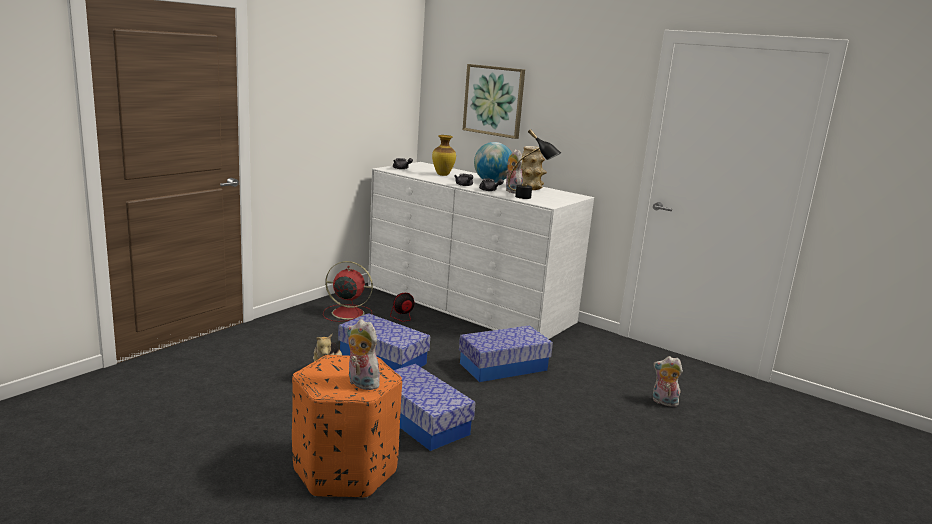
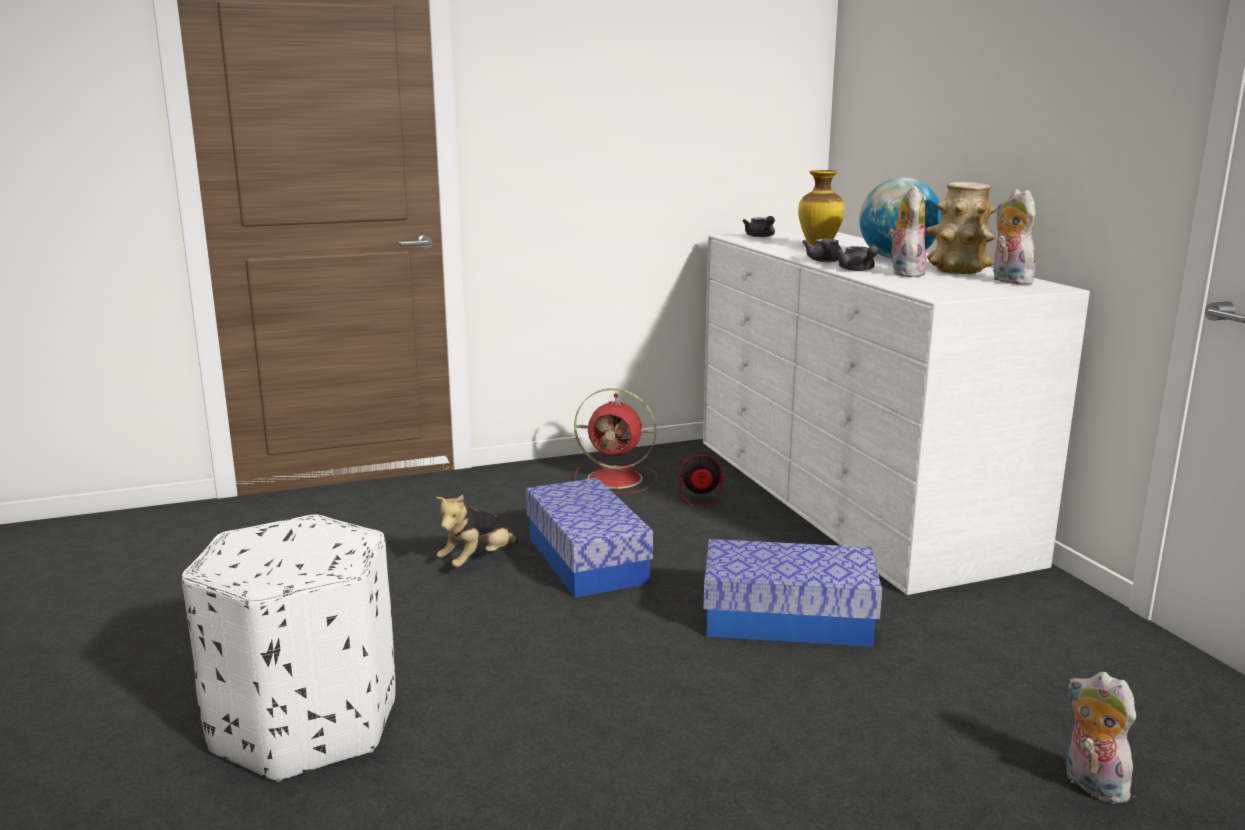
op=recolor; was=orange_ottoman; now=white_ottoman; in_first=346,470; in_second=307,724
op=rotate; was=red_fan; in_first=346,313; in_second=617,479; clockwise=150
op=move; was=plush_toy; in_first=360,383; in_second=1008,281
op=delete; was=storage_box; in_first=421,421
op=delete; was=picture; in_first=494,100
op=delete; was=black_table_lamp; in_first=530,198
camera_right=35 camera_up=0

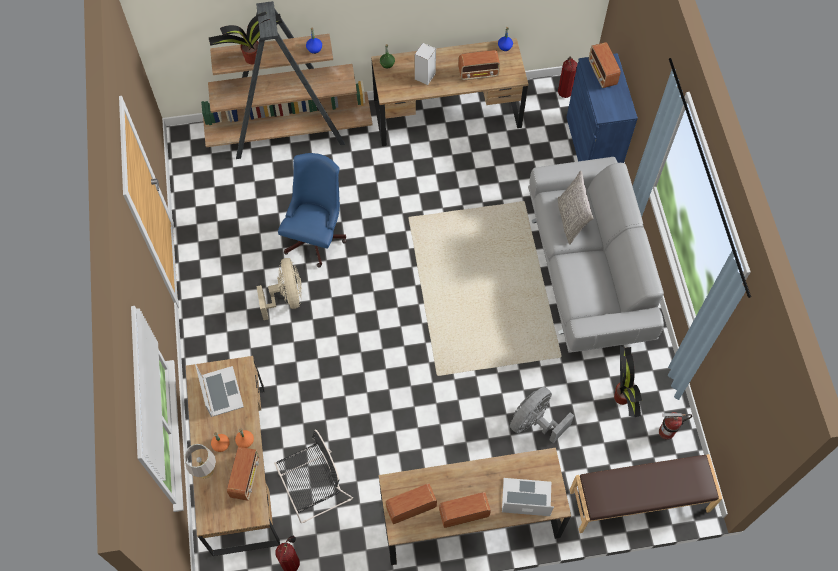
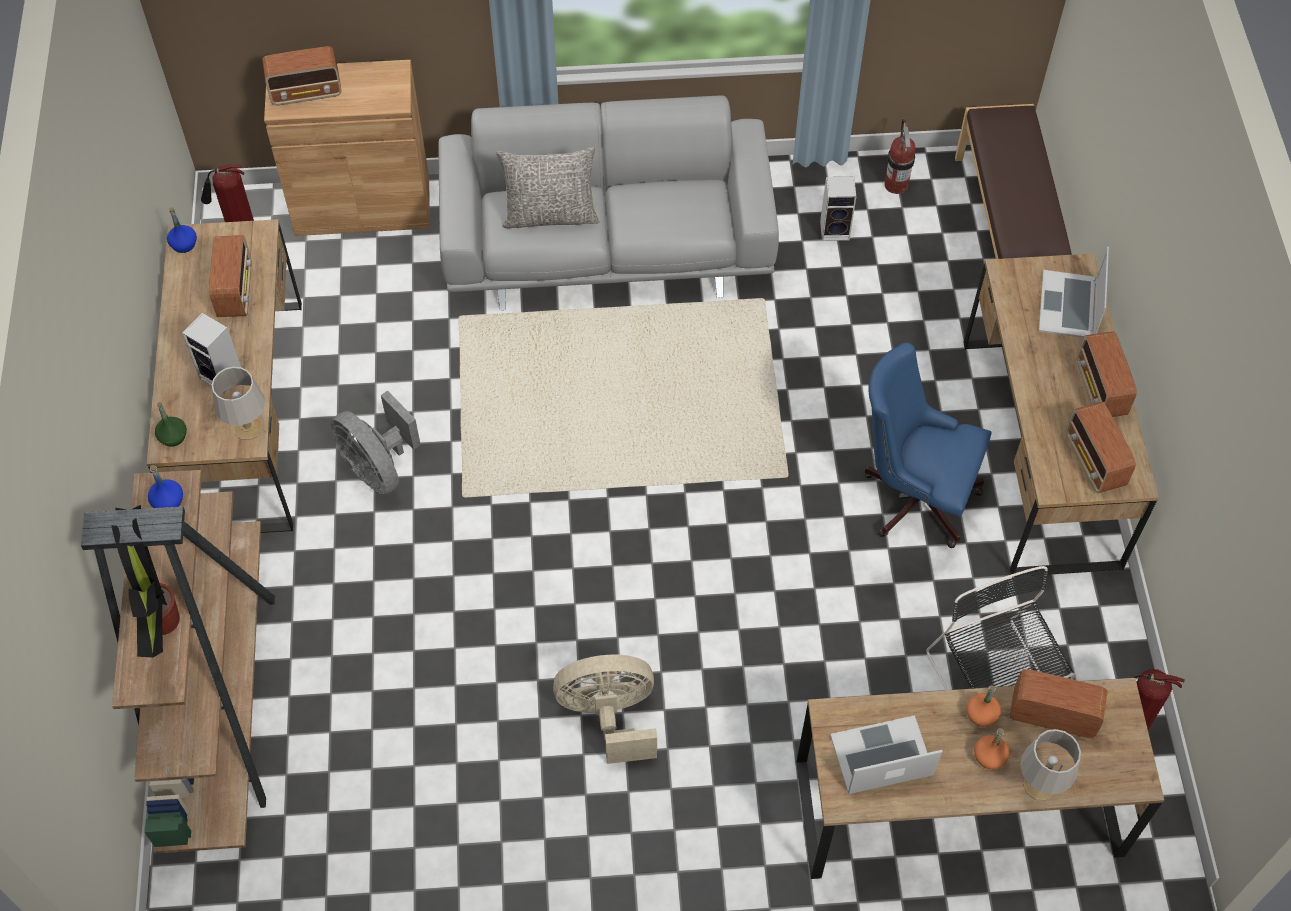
op=move; was=blue_office_chair; in_first=316,235; in_second=913,495
op=move; was=grey_fan; in_first=535,422; in_second=378,468
op=recolor; was=blue_cabinet; now=brown_cabinet; in_first=592,145; in_second=362,206
op=replace; was=potted_plant; now=speaker; in_first=621,396; in_second=836,230
op=insert; now=grey_table_lamp; in_second=248,427
camera_right=-85 camera_up=-5

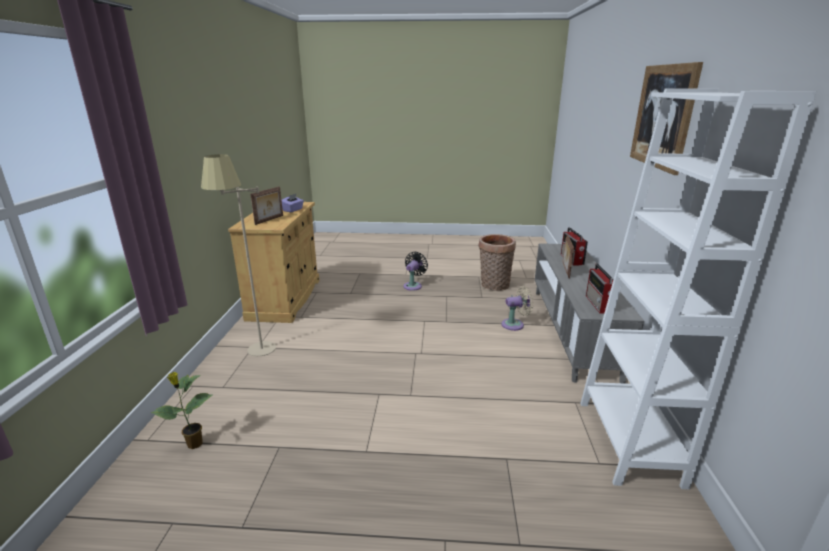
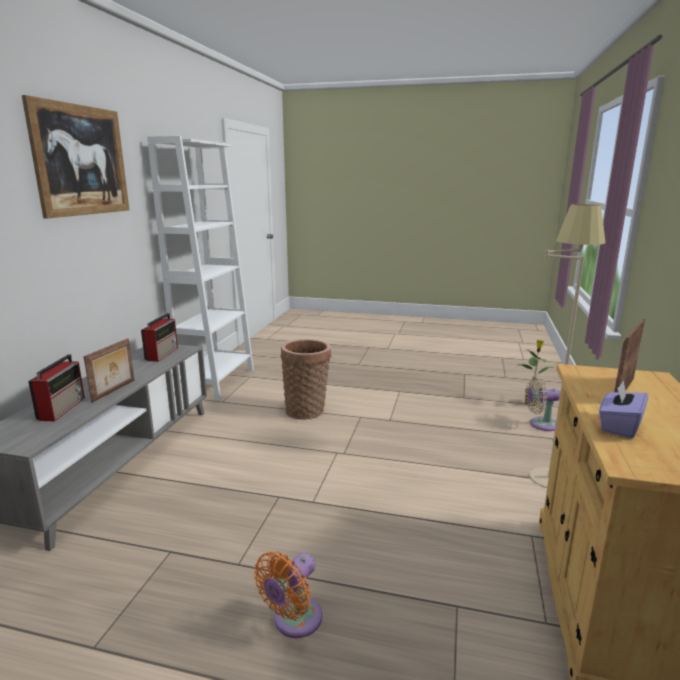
op=recolor; was=black_fan; now=orange_fan; in_first=413,285; in_second=294,621
op=move; was=basket; in_first=494,286; in_second=307,410
op=move; was=beige_fan; in_first=515,324; in_second=540,424
camera_right=-170 camera_up=-5

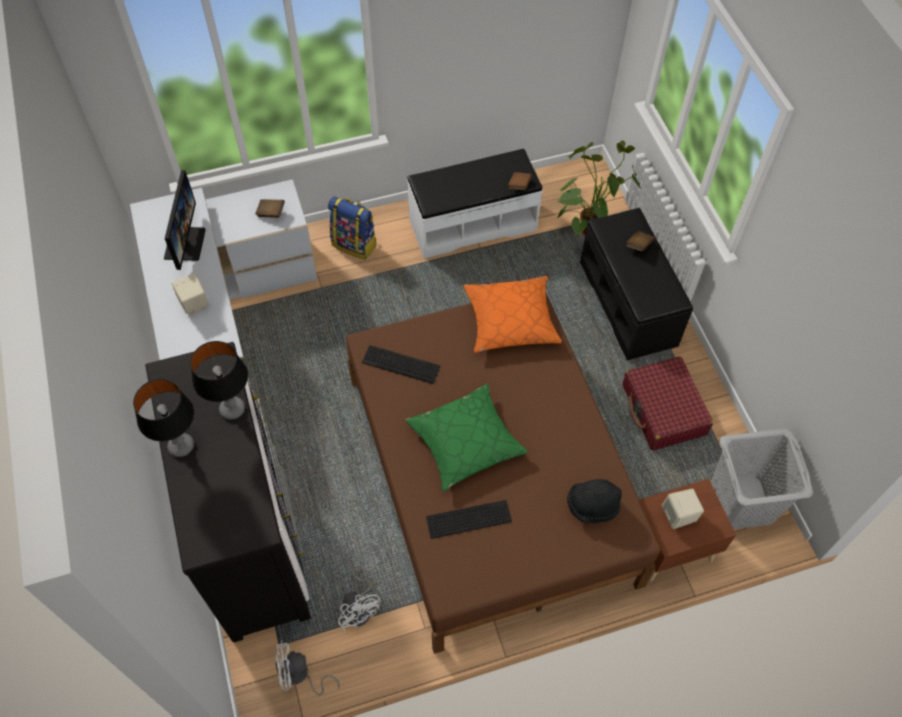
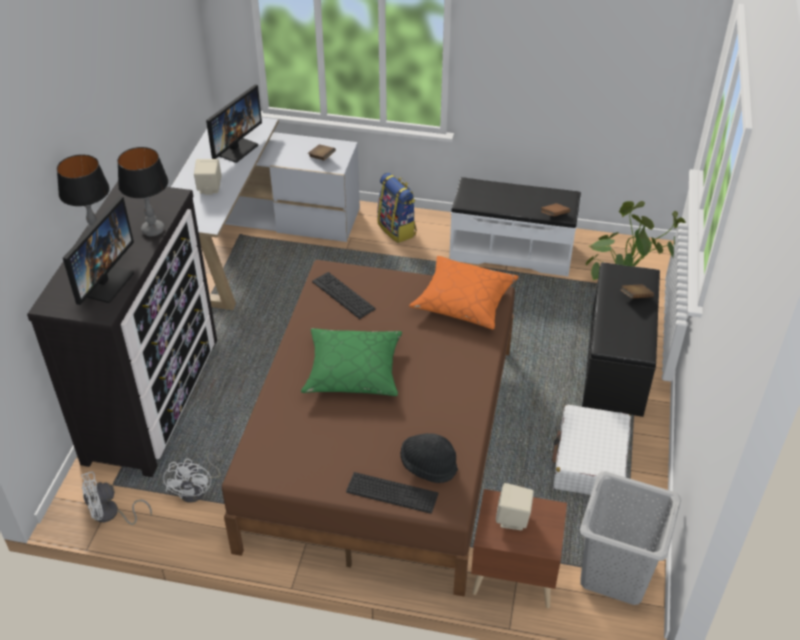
op=rotate; was=white_fan; in_first=299,676; in_second=110,514; clockwise=-45
op=move; was=keyboard; in_first=468,519; in_second=392,493
op=recolor; was=red_suitcase; now=white_suitcase; in_first=663,410; in_second=590,461
op=insert; now=monitor; in_second=104,282
camera_right=30 camera_up=-15

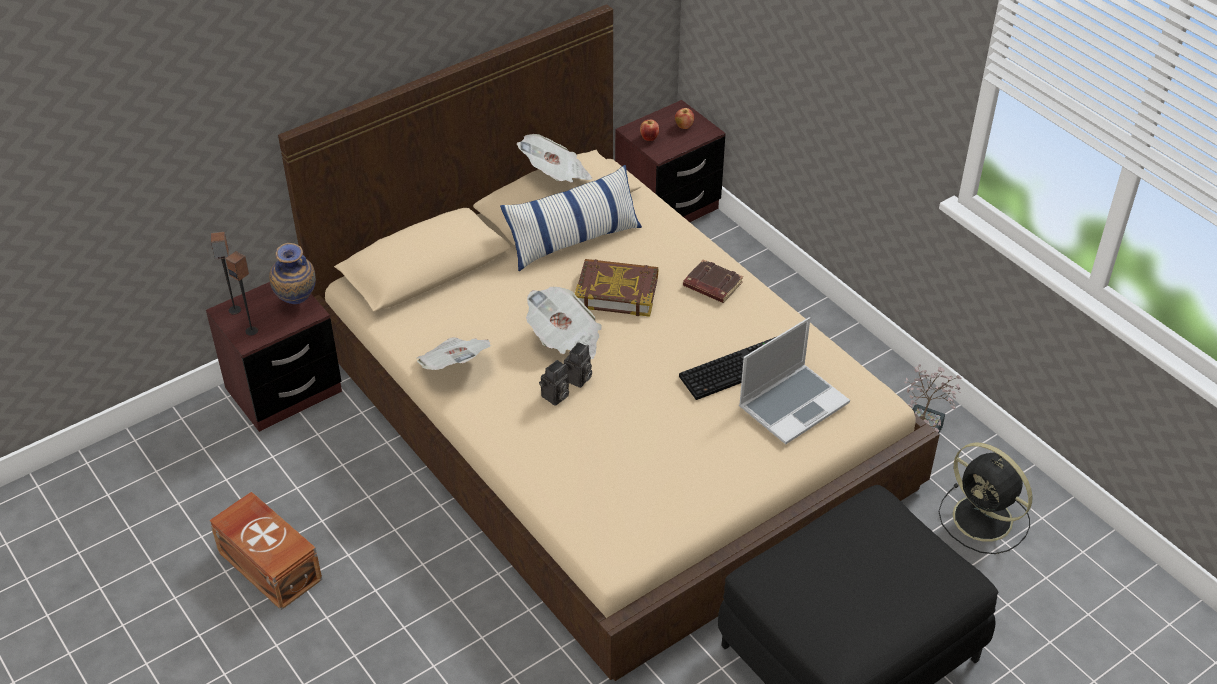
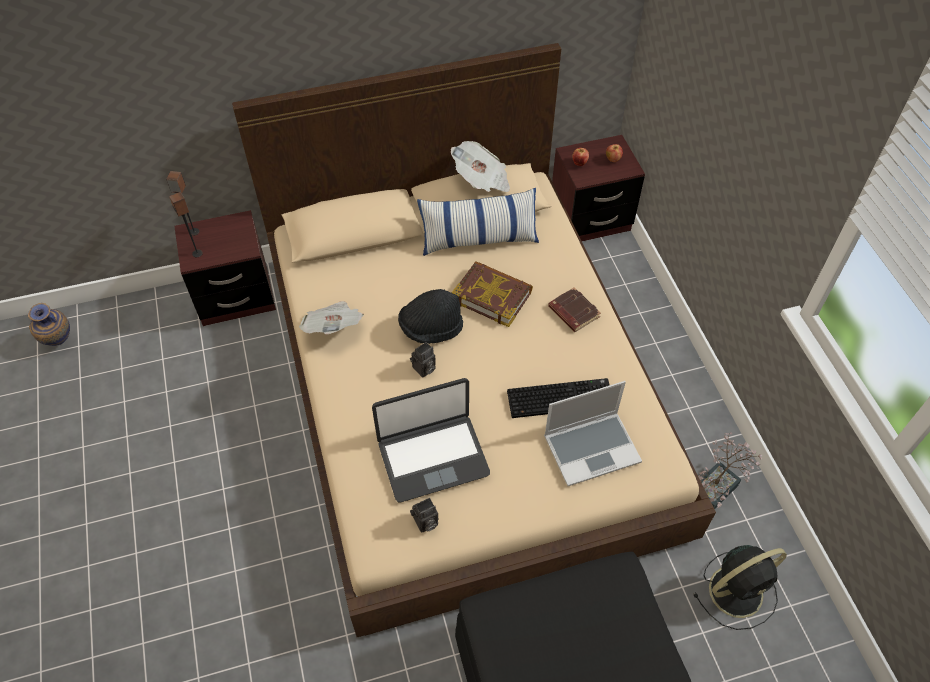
op=delete; was=brown_storage_box; in_first=270,564
op=move; was=vase; in_first=297,304; in_second=60,343
op=replace; was=newspaper; now=black_hat; in_first=565,339; in_second=431,328
op=move; was=photo_camera; in_first=555,397; in_second=425,523
op=rotate; was=black_fan; in_first=985,520; in_second=738,590; clockwise=-90
op=insert; now=laptop; in_second=432,457
camera_right=20 camera_up=10

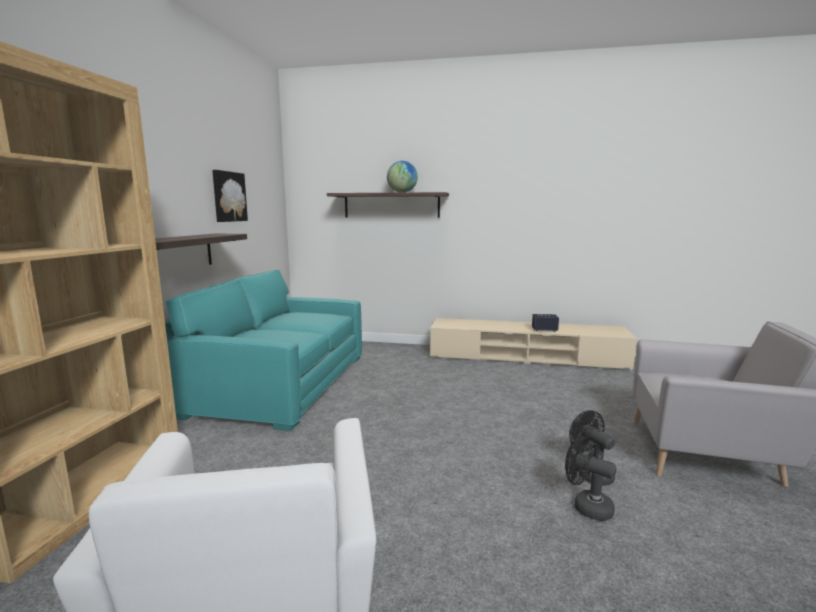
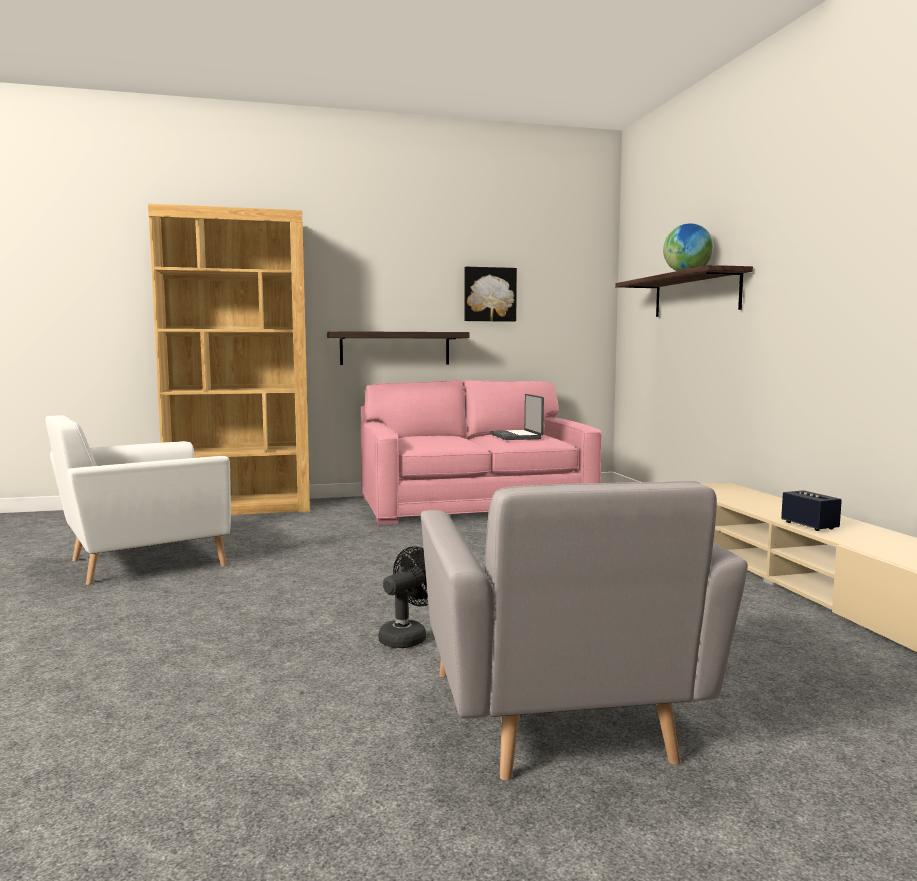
op=recolor; was=turquoise_sofa; now=pink_sofa; in_first=280,383; in_second=474,504
op=delete; was=black_fan; in_first=586,506
op=insert; now=laptop; in_second=517,436
camera_right=65 camera_up=-5

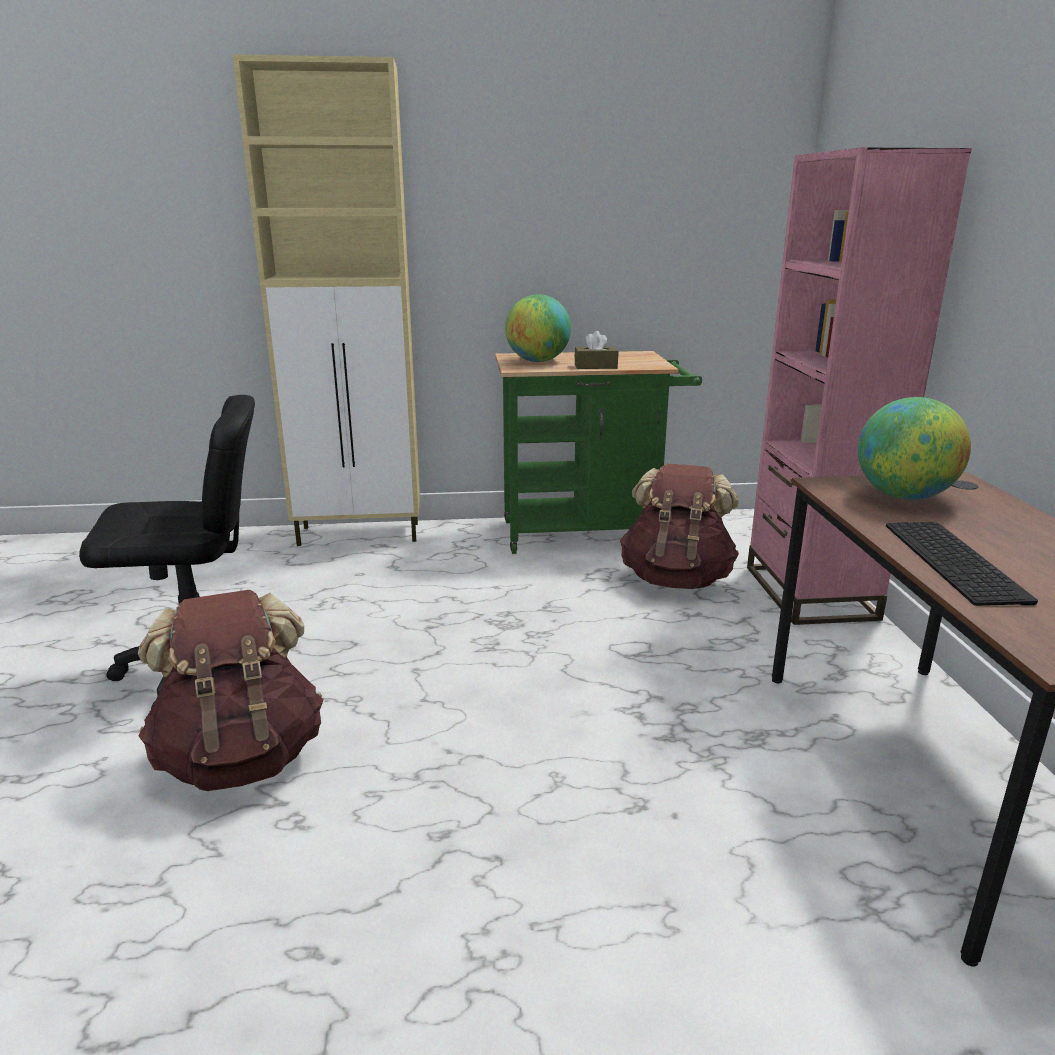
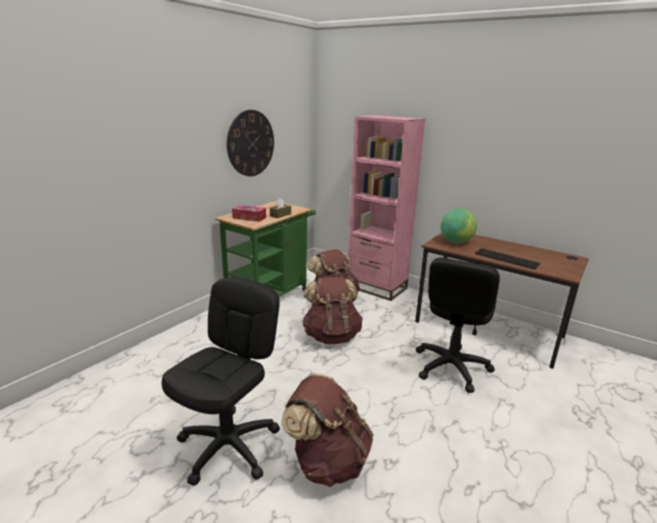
op=delete; was=beige_cabinet; in_first=361,534
op=replace; was=globe; now=tissue_box; in_first=538,361; in_second=249,218
op=insert; now=wall_clock; in_second=251,143
op=insert; now=brown_backpack; in_second=331,336
op=insert; now=black_office_chair; in_second=451,367
camera_right=-50 camera_up=0

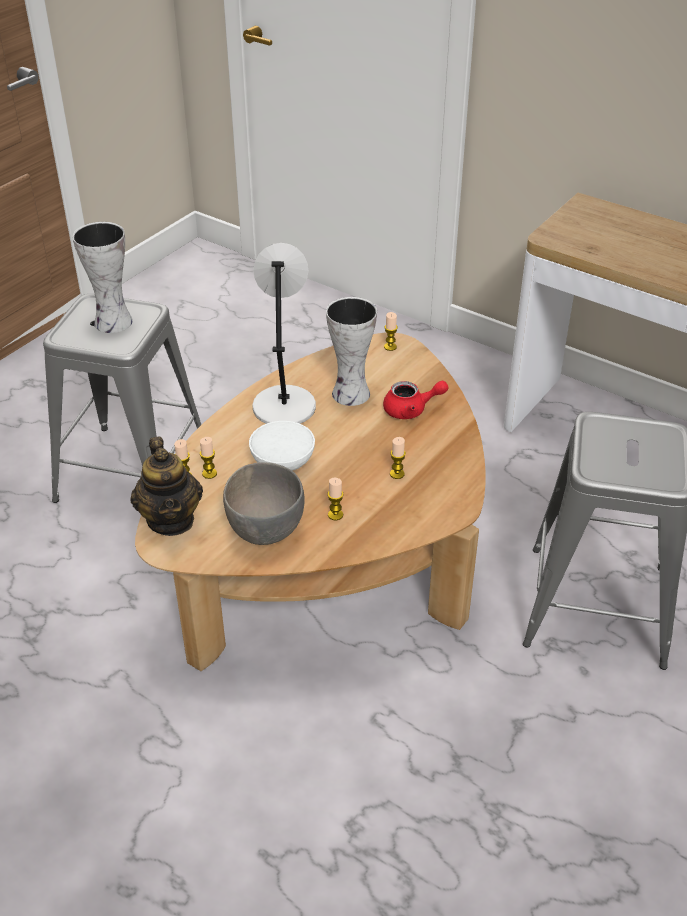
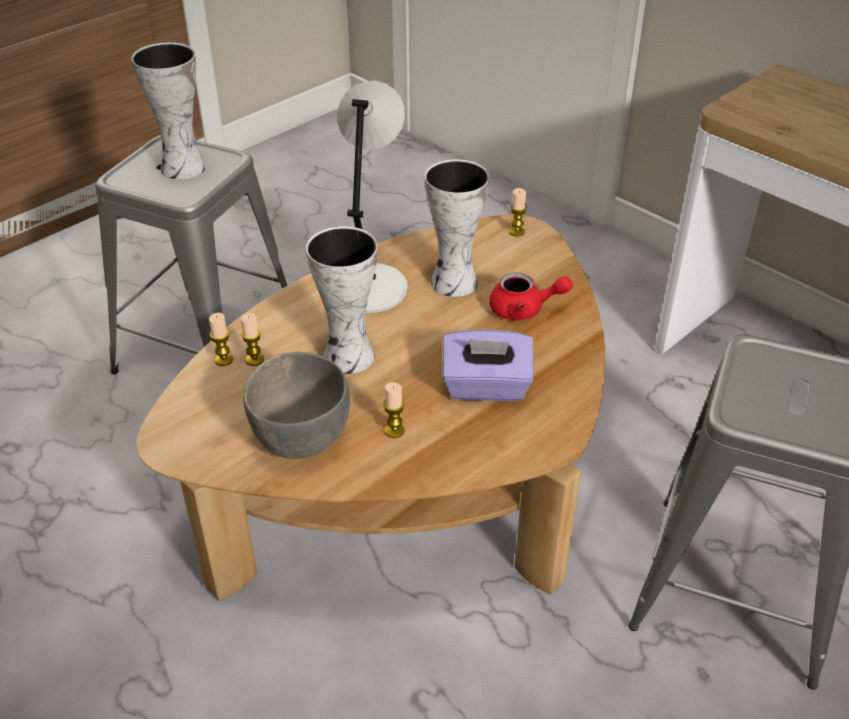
op=delete; was=teapot; in_first=171,520
op=replace; was=white_bowl; now=vase; in_first=282,463; in_second=346,357
op=replace; was=candle; now=purple_tissue_box; in_first=397,474; in_second=486,387
camera_right=10 camera_up=0

